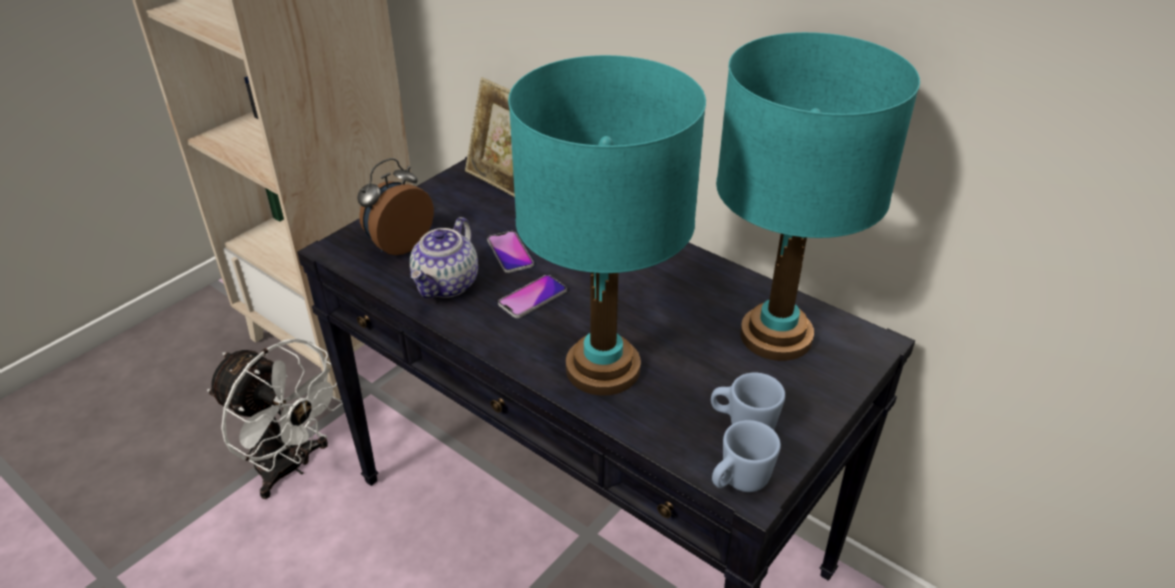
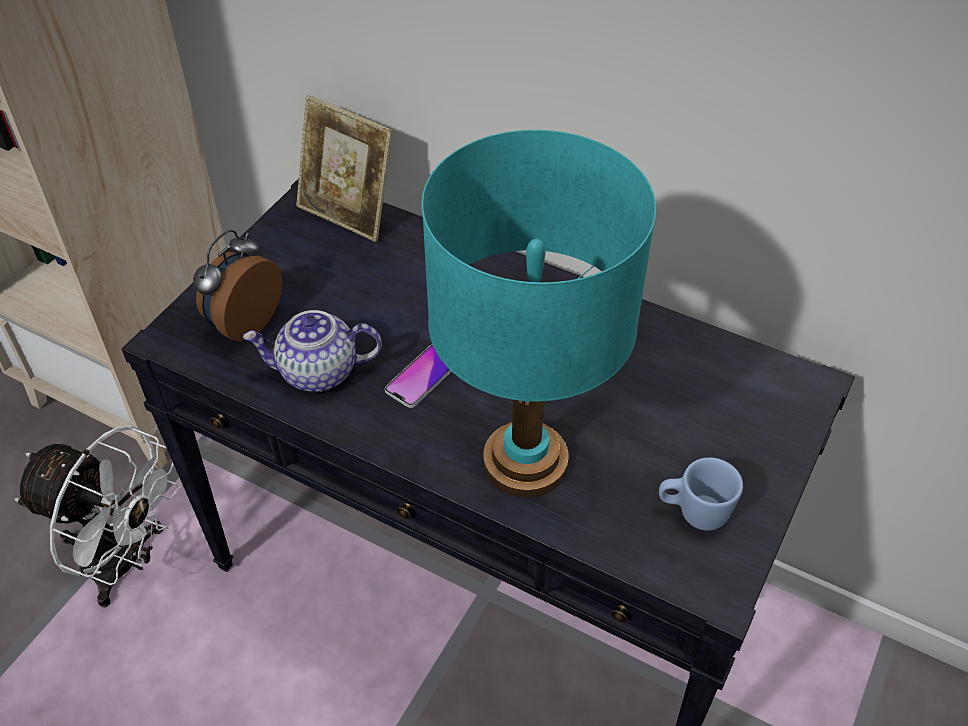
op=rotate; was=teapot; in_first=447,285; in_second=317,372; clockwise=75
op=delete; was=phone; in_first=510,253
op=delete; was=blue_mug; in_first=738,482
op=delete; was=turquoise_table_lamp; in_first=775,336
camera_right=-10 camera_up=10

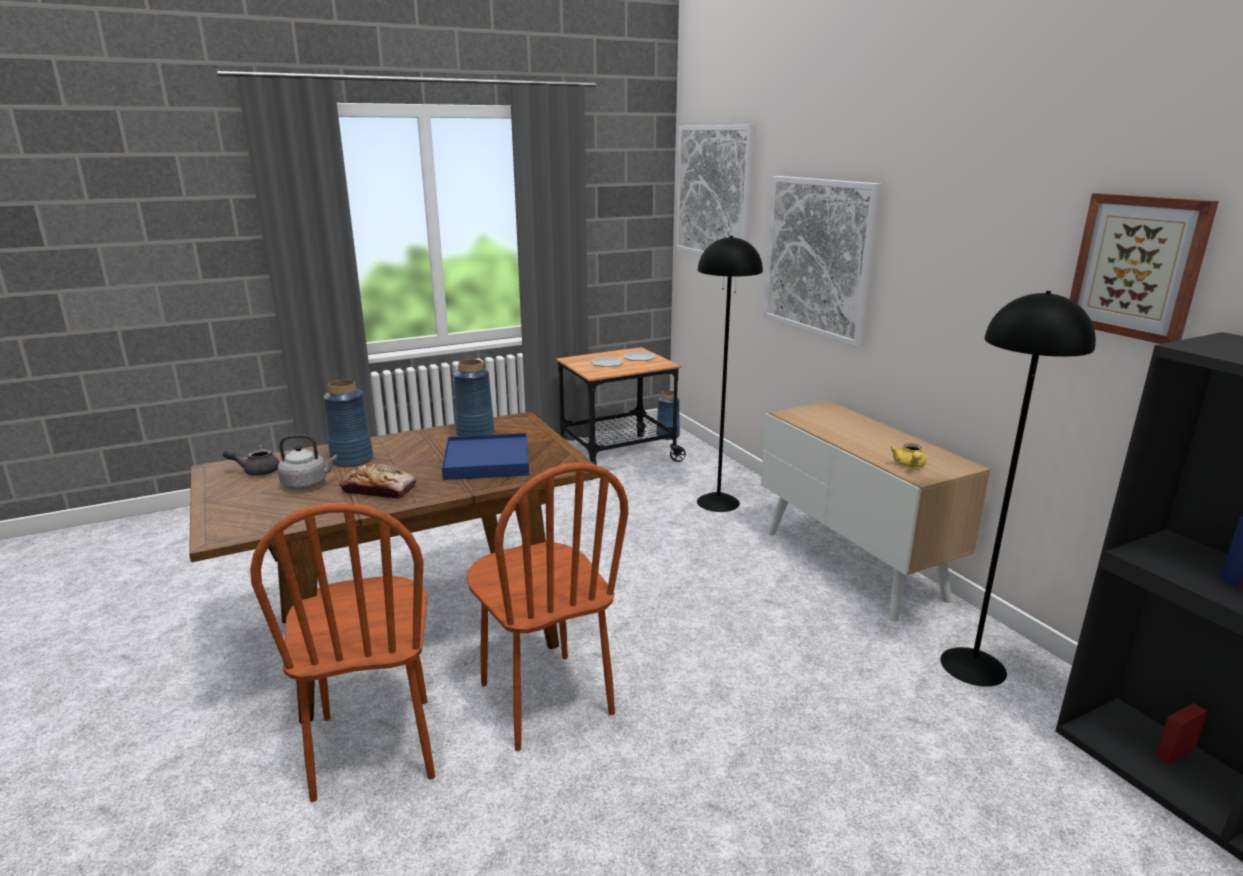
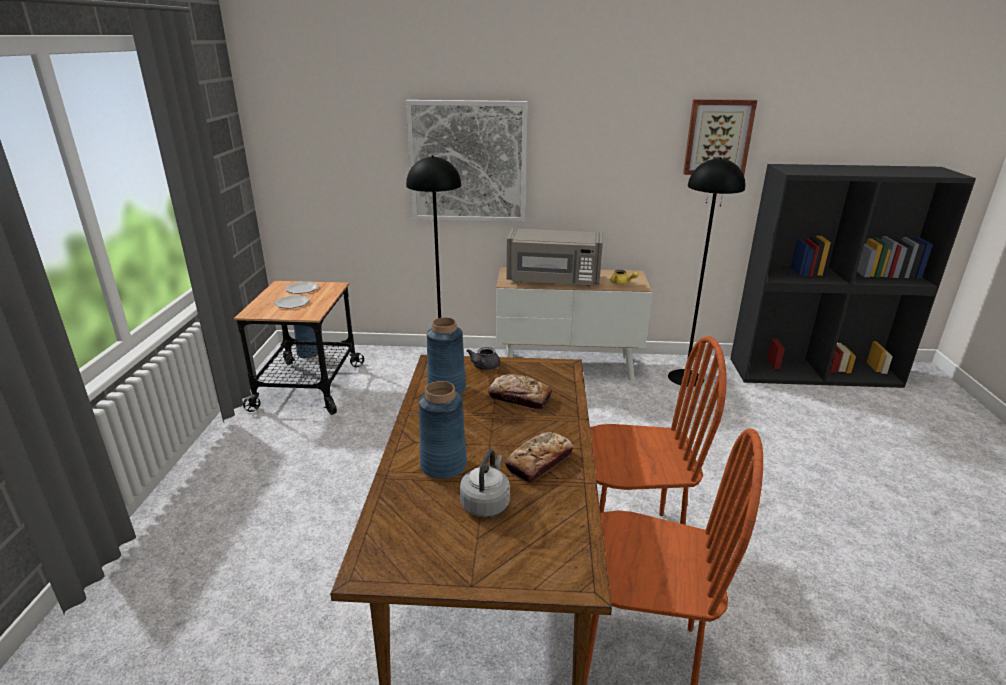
op=move; was=grey_teapot; in_first=257,471; in_second=483,367
op=replace; was=blue_tray; now=bread; in_first=487,461; in_second=519,398
op=delete; was=picture; in_first=714,192
op=insert; now=grey_microwave; in_second=553,280
camera_right=-60 camera_up=5

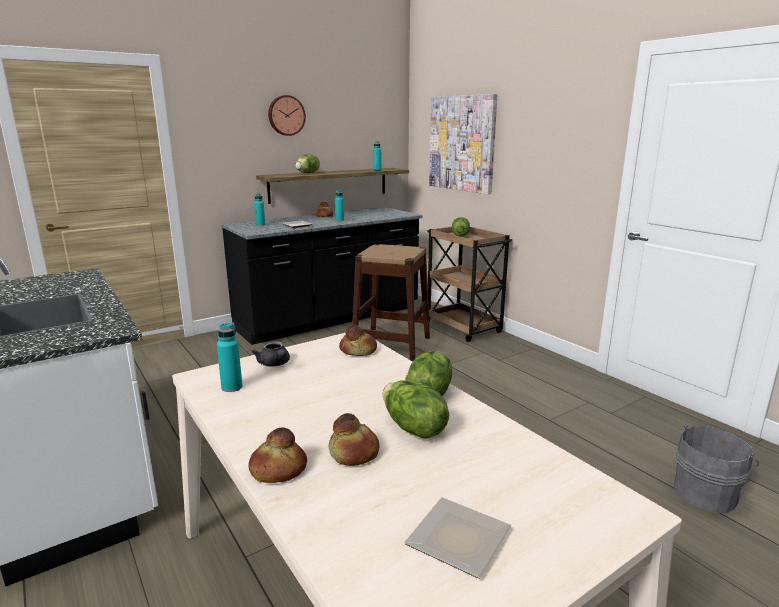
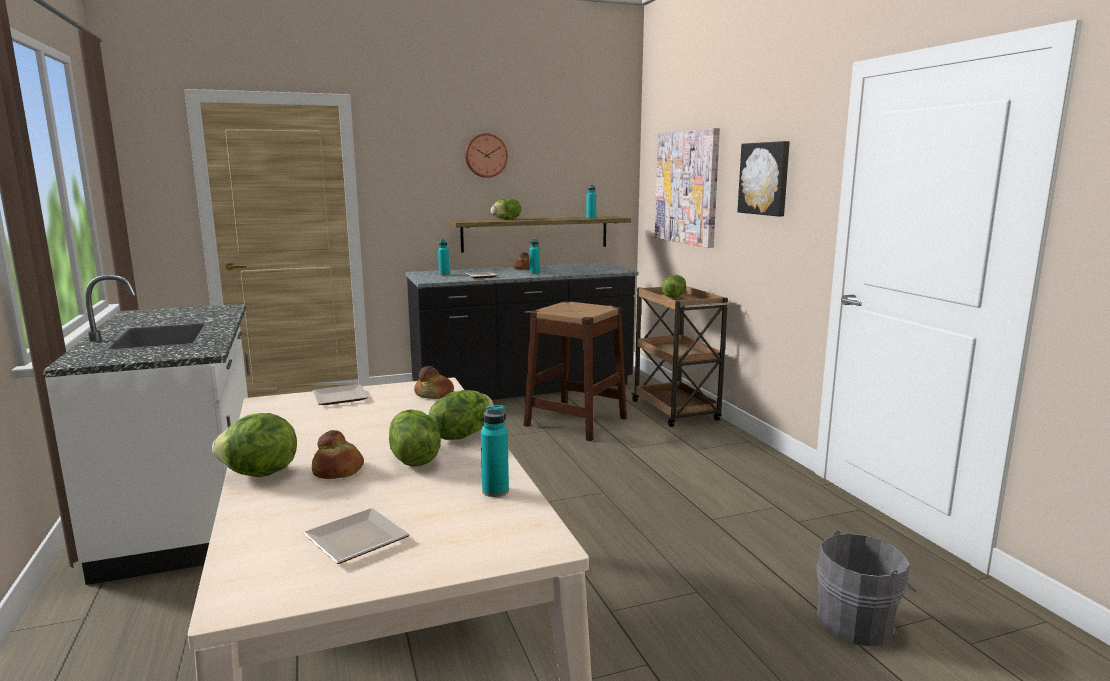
op=move; was=turquoise_bottle; in_first=232,387; in_second=495,491
op=replace; was=bread; now=lettuce; in_first=278,470; in_second=260,474
op=replace; was=grey_teapot; now=plate; in_first=274,364; in_second=342,398
op=insert; now=picture; in_second=765,178
camera_right=15 camera_up=-5

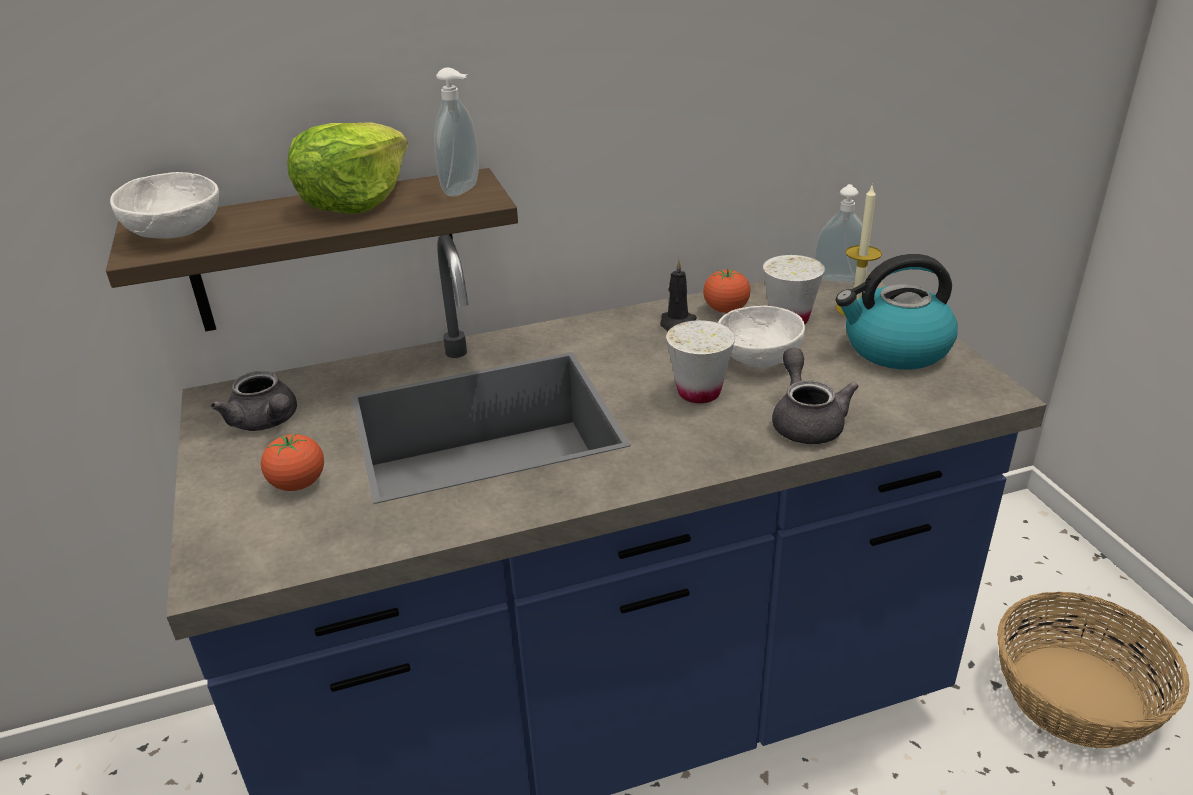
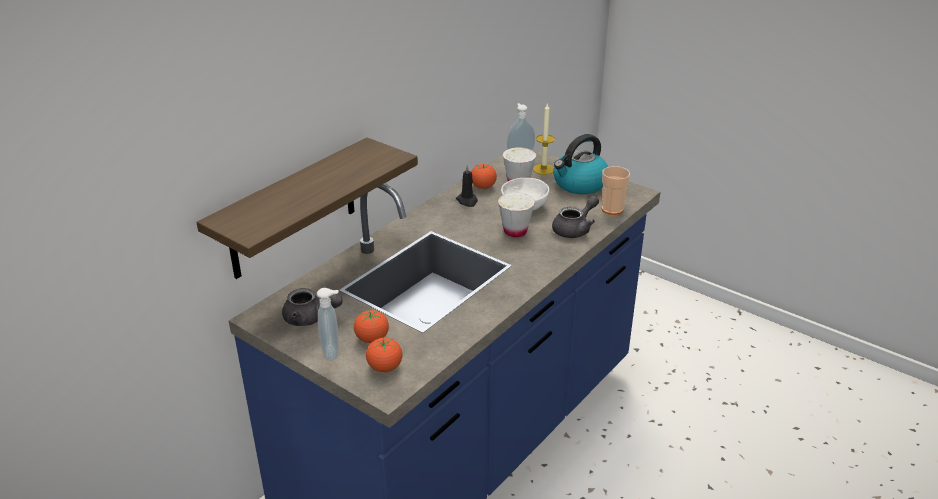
op=delete; was=white_bowl; in_first=178,231
op=delete; was=lettuce; in_first=355,201
op=move; was=soap_dispenser; in_first=464,190; in_second=333,352
op=rotate; was=grey_teapot; in_first=806,421; in_second=575,229; clockwise=90
op=delete; was=basket; in_first=1075,696
op=insert; now=tomato; in_second=385,367
op=insert; now=cup; in_second=612,209
camera_right=-35 camera_up=0

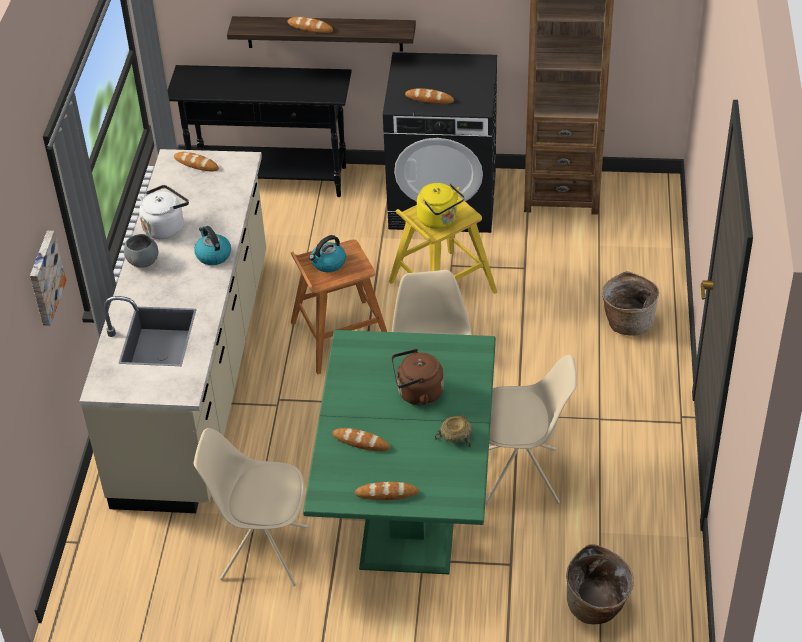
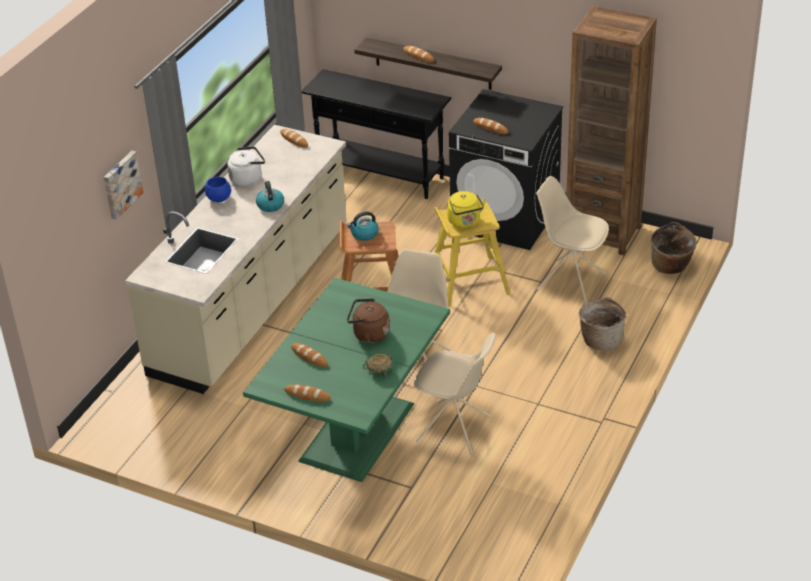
op=recolor; was=grey_bowl; now=blue_bowl; in_first=143,261; in_second=219,198
op=move; was=beige_chair; in_first=262,552; in_second=570,281
op=move; was=basket; in_first=597,607; in_second=671,267
camera_right=20 camera_up=-5

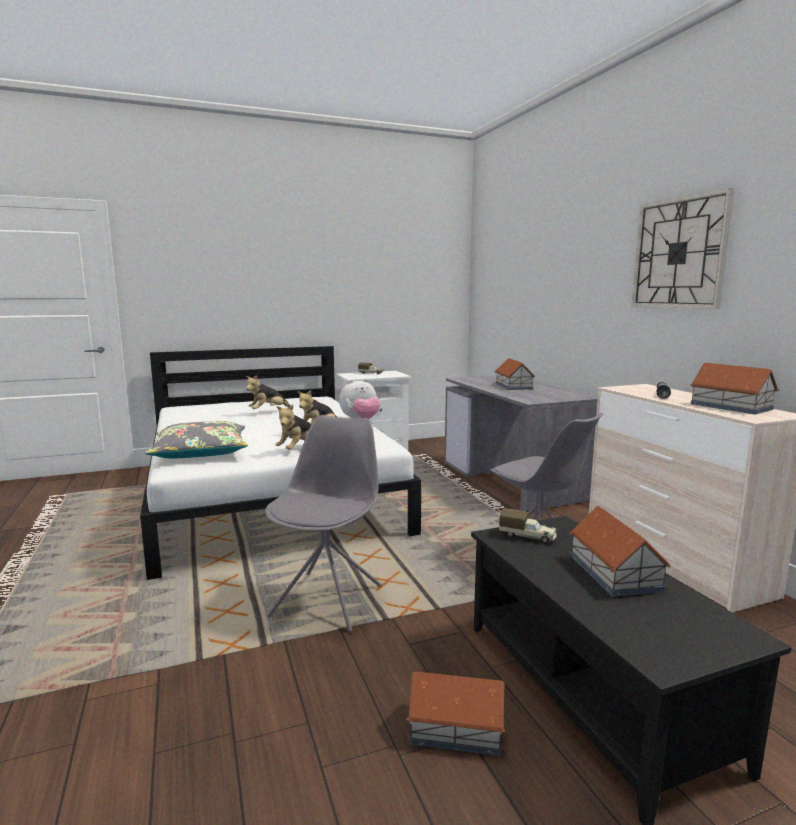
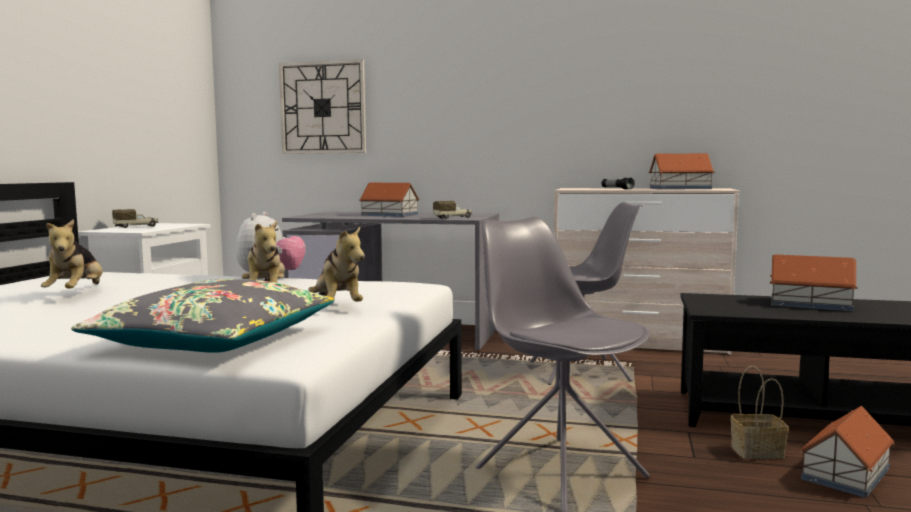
op=move; was=toy_truck; in_first=528,536; in_second=453,217
op=move; was=wall_clock; in_first=678,253; in_second=323,108
op=insert; now=basket; in_second=756,452
camera_right=-55 camera_up=-5

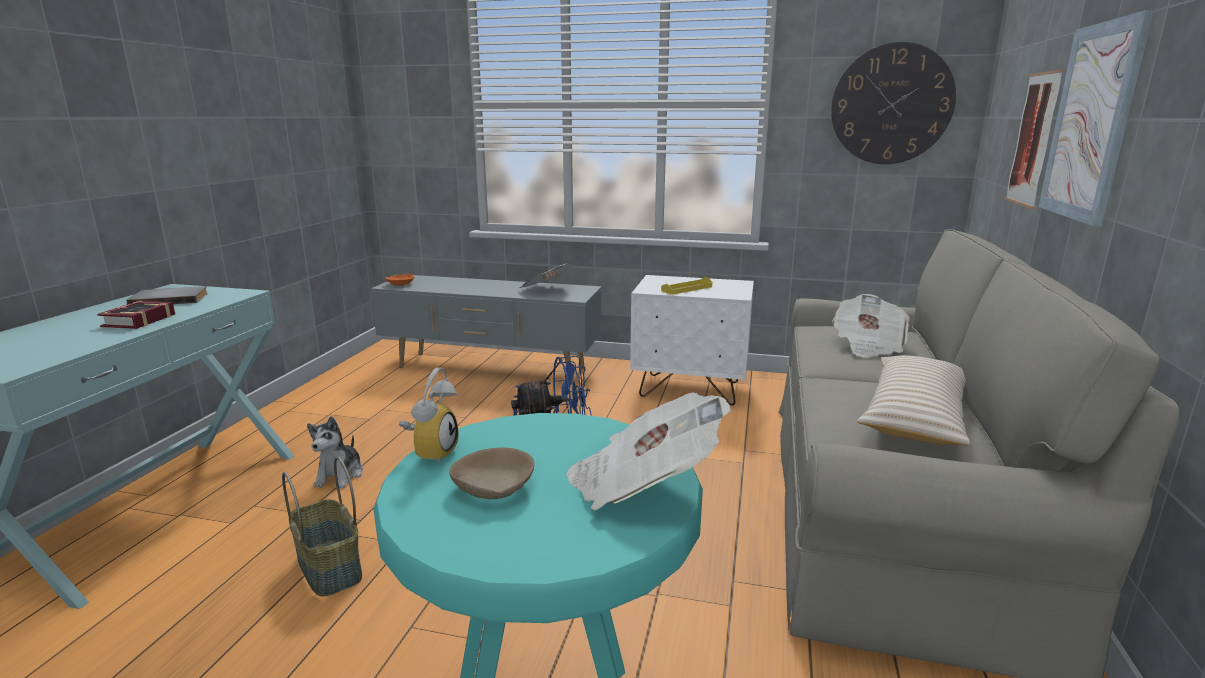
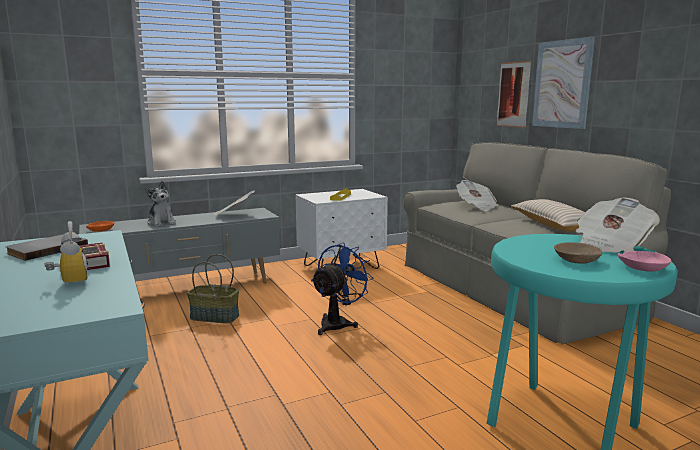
op=move; was=basket; in_first=328,568; in_second=214,317
op=move; was=plush_toy; in_first=340,475; in_second=162,223
op=move; was=alarm_clock; in_first=431,452; in_second=69,282
op=delete; was=wall_clock; in_first=891,104
op=insert; now=pink_bowl; in_second=642,268
camera_right=-40 camera_up=-5

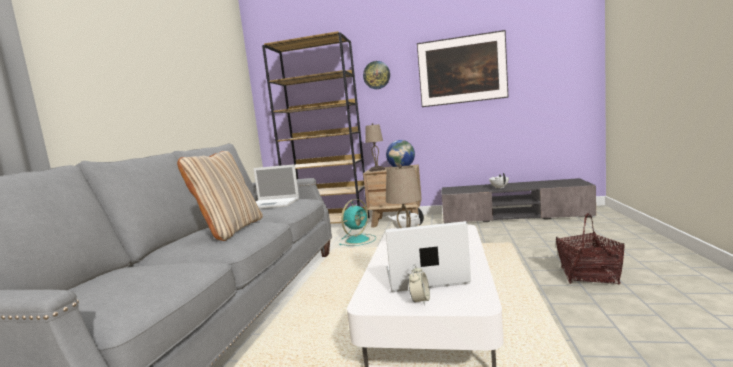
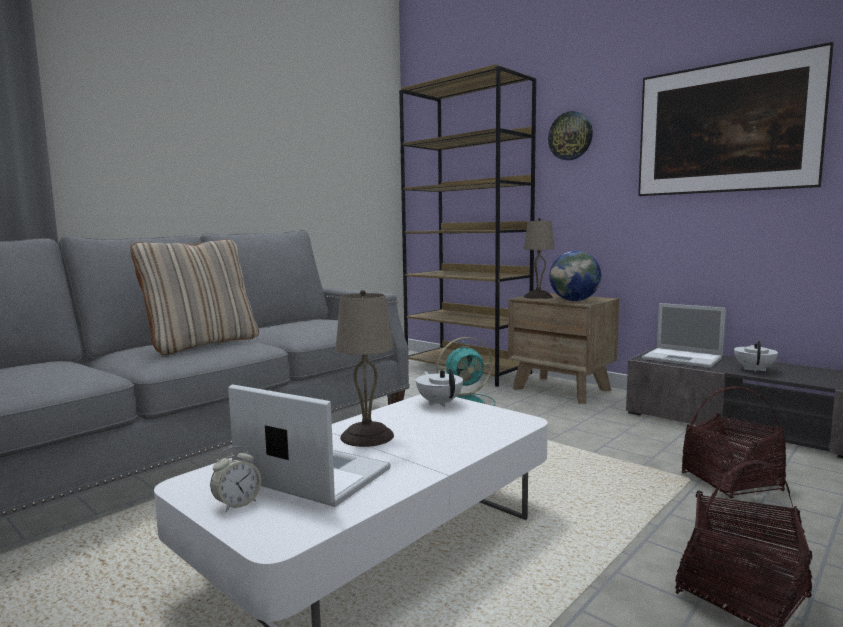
op=move; was=laptop; in_first=273,204; in_second=683,358
op=insert; now=basket; in_second=731,482
camera_right=30 camera_up=0

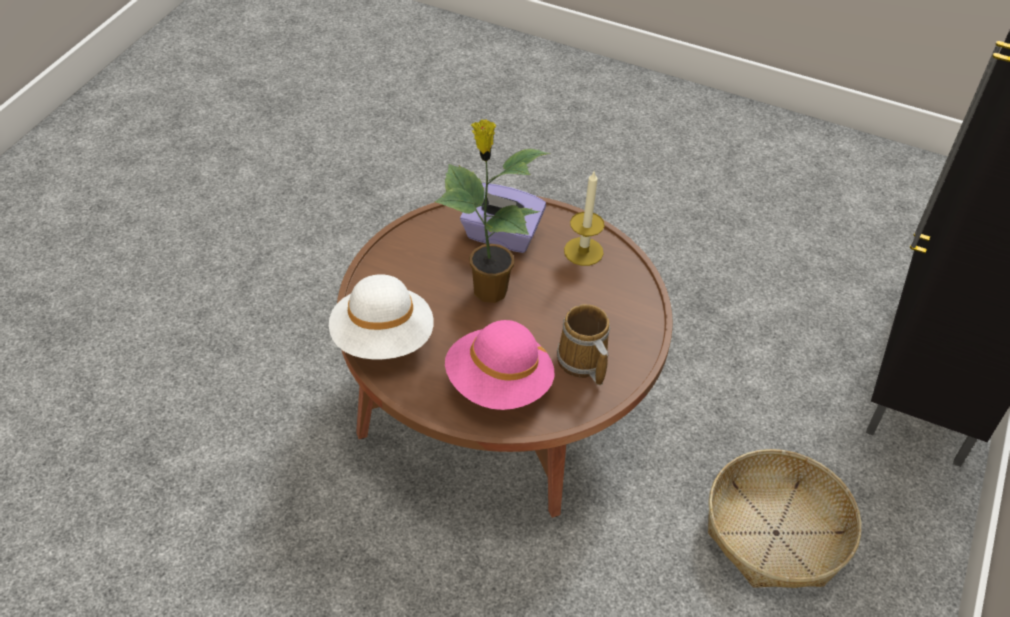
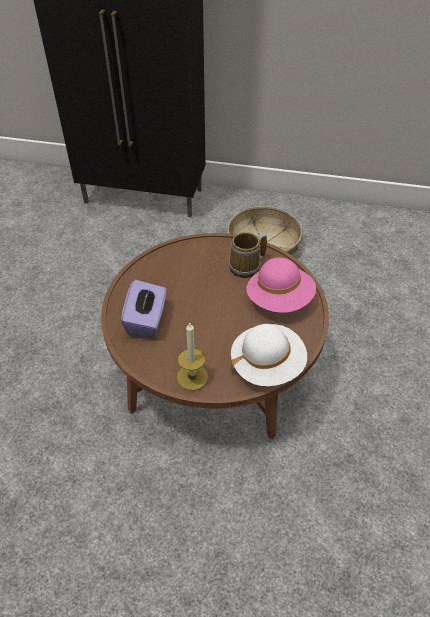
op=delete; was=potted_plant; in_first=487,290
op=move; was=candle; in_first=583,251; in_second=192,377
camera_right=-100 camera_up=0

